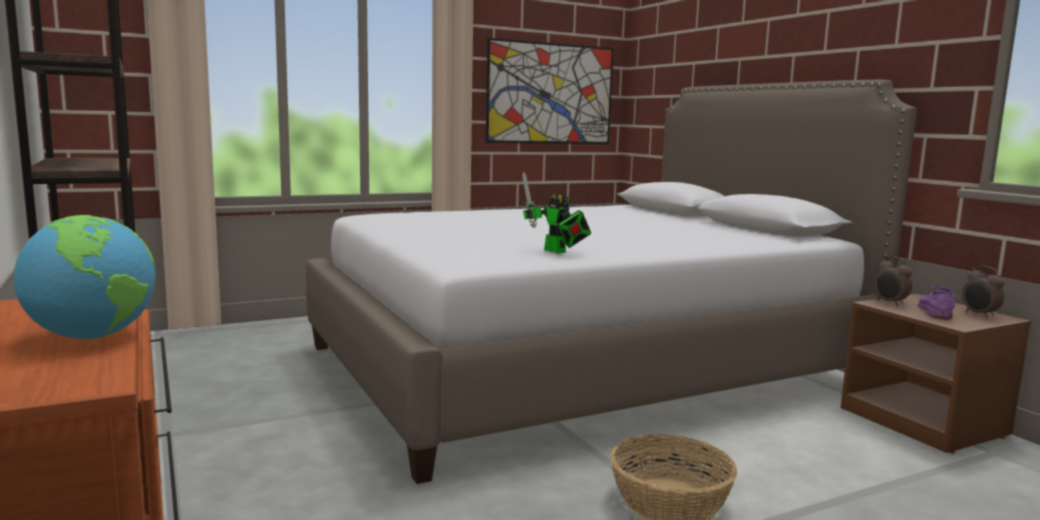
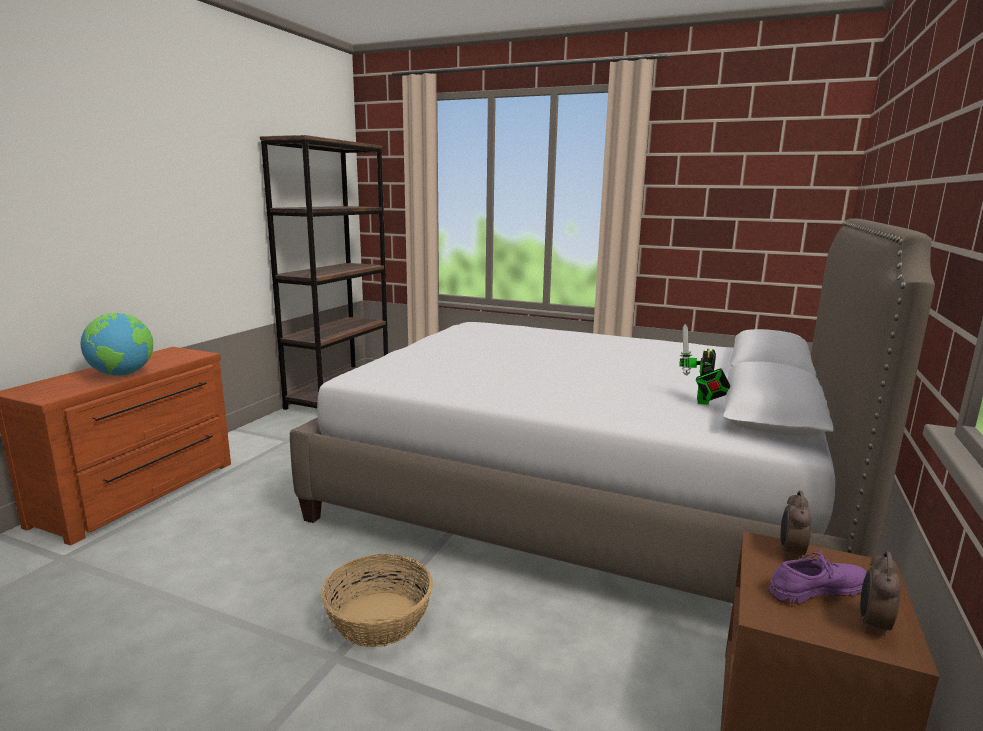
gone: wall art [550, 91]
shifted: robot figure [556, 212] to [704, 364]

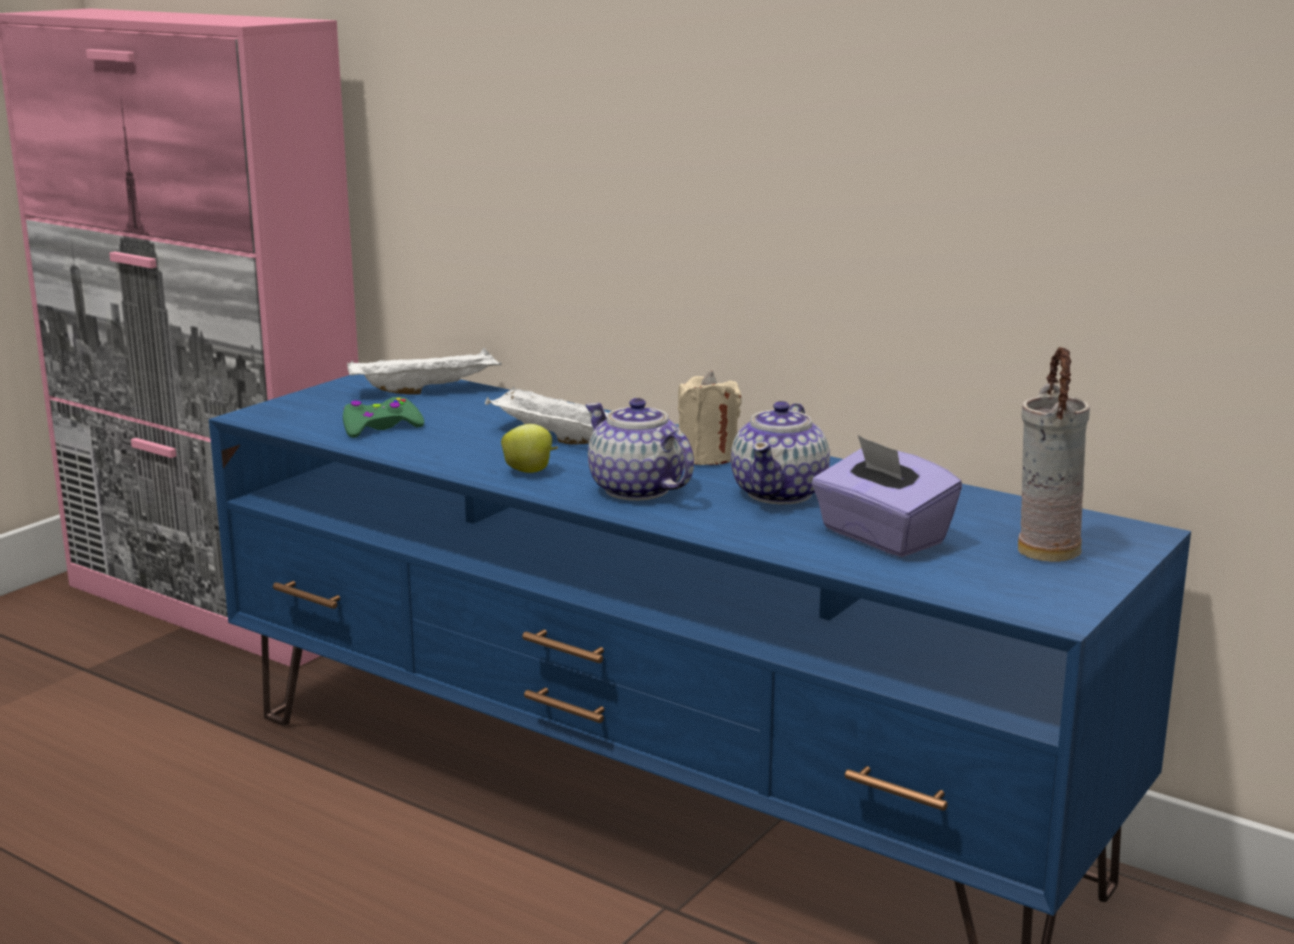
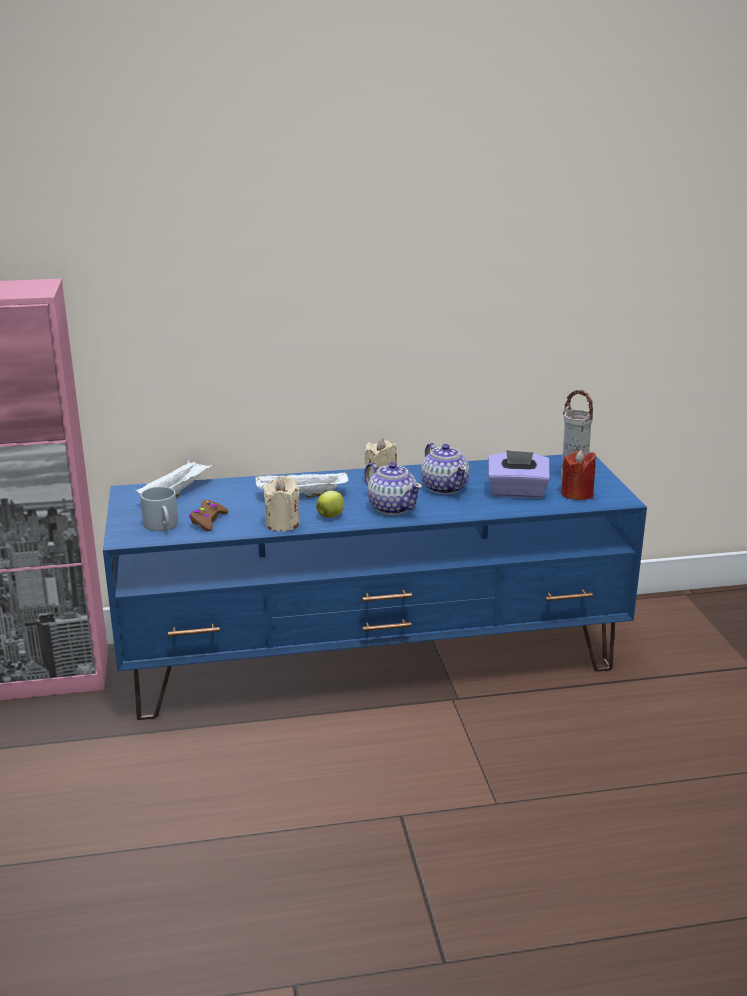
new: wax light in reddish [578, 474]; wax light in sand-coloured [281, 503]; tea mug in gray [159, 509]
repainted: game controller in green-coloured [383, 417] to game controller in brownish [209, 515]
rotated: tea pot [639, 449] = [393, 488] 135 degrees counterclockwise

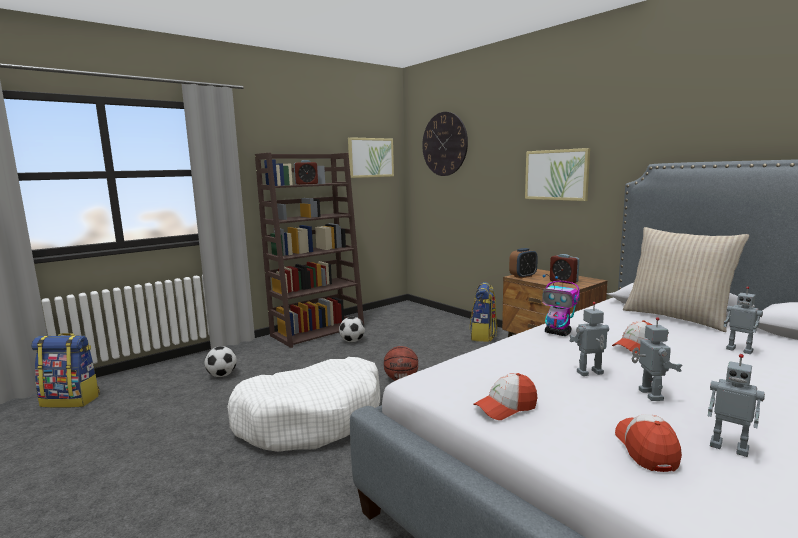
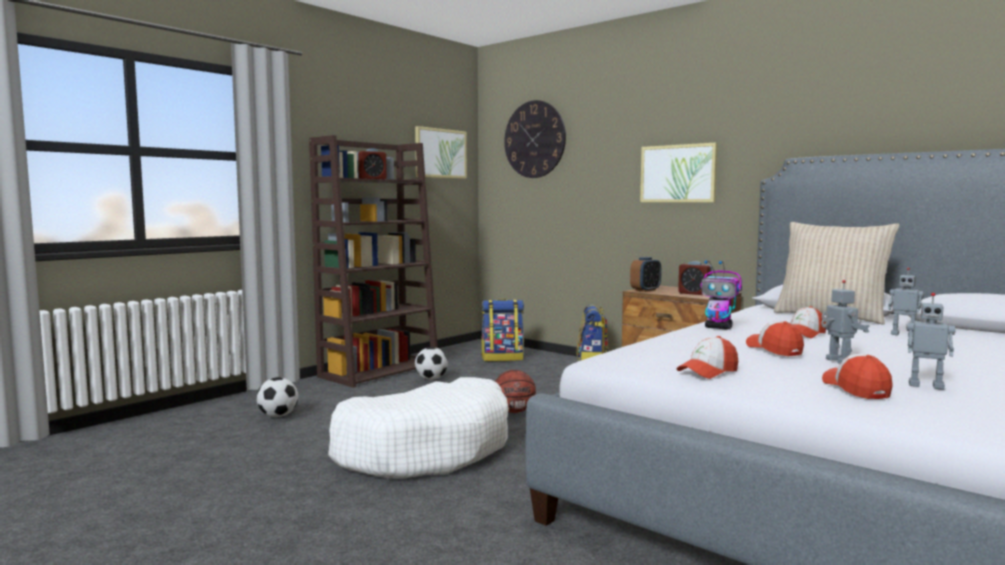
shifted: backpack [65, 370] to [502, 330]
swapped: robot figure [589, 339] to baseball cap [775, 338]

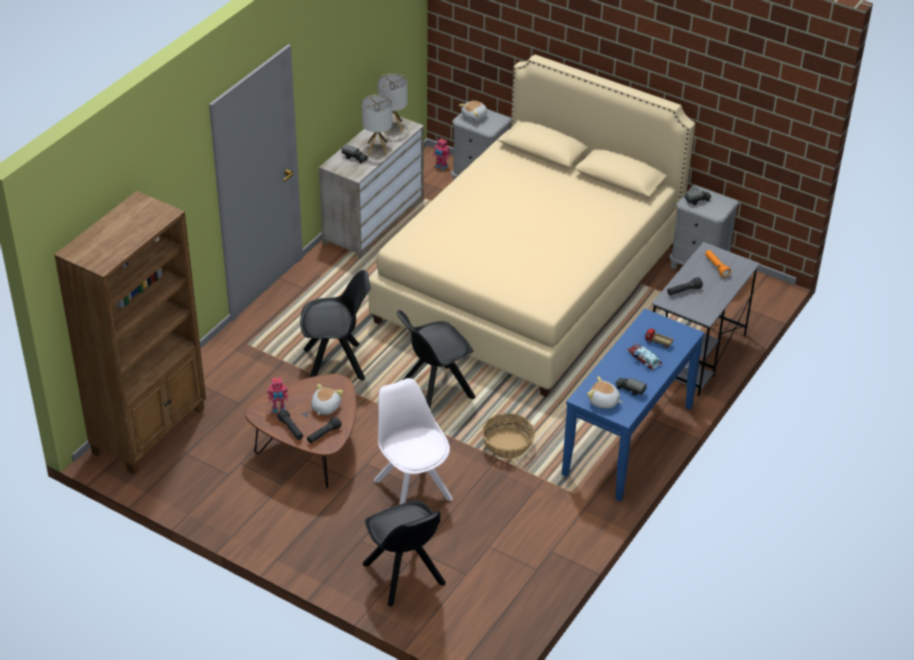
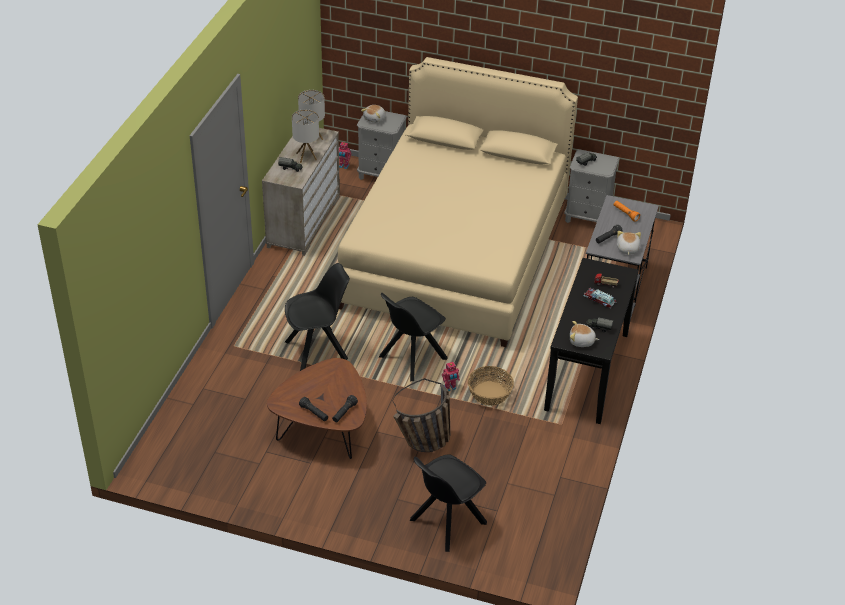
gone: bookcase in brownish [130, 332]
shifted: robot figure [277, 395] to [451, 376]; soft toy [327, 399] to [629, 243]
swapped: chair in white [413, 441] to household basket [421, 415]
repainted: console table in blue-coloured [633, 405] to console table in black [591, 341]
rotated: chair in black [404, 553] = [448, 503] 90 degrees clockwise

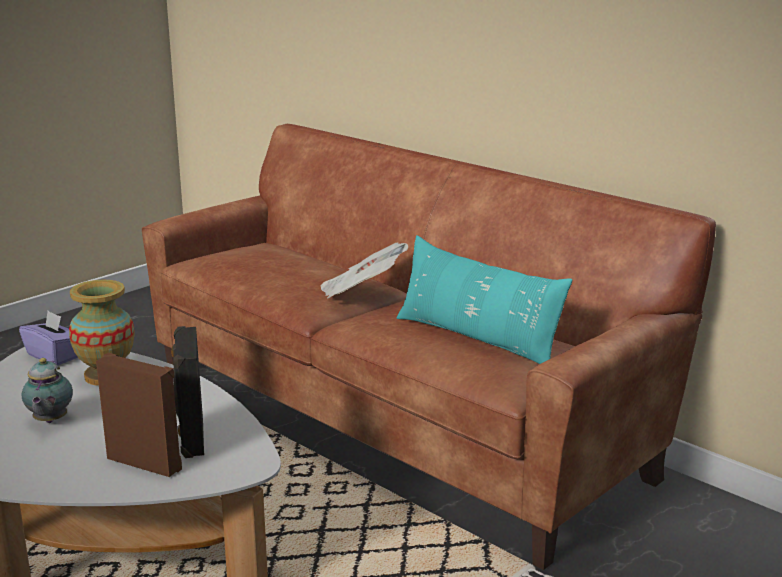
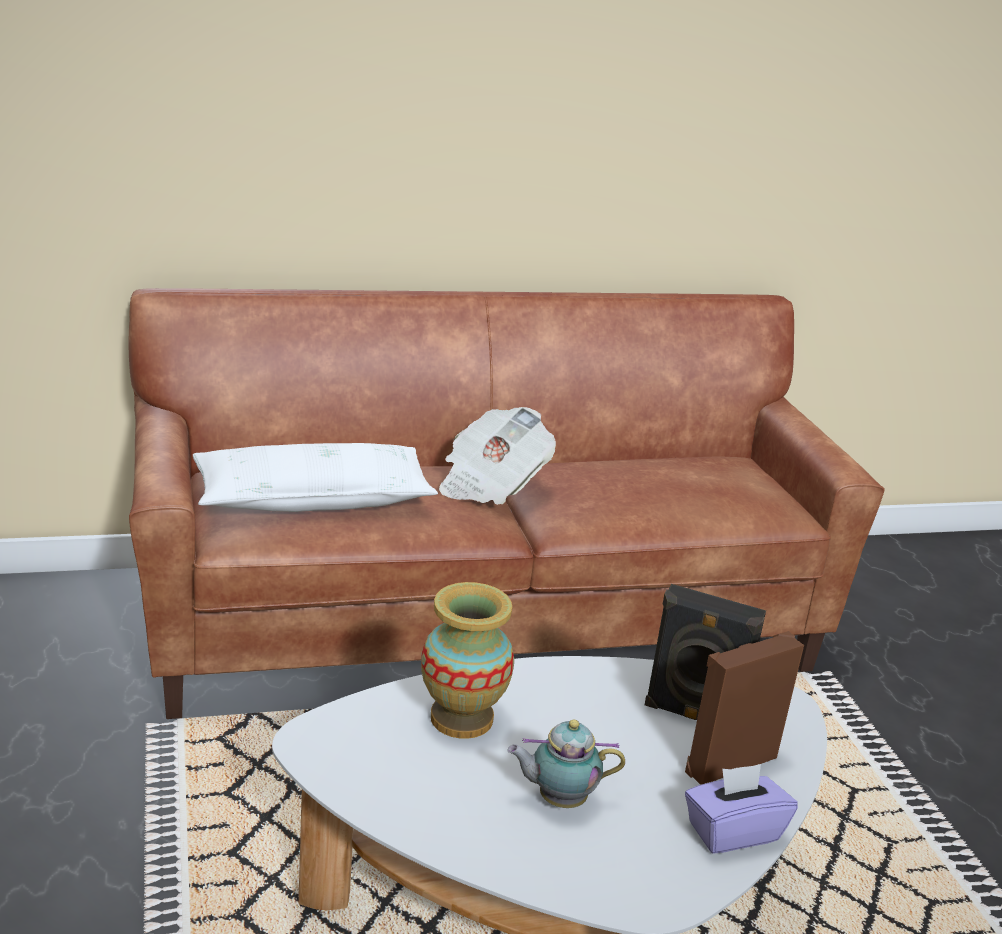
gone: throw pillow in turquoise-coloured [484, 299]
new: throw pillow in white [315, 477]
shifted: tissue holder in purple [48, 338] to [741, 809]
rotated: tea pot [47, 390] = [566, 763] 150 degrees clockwise

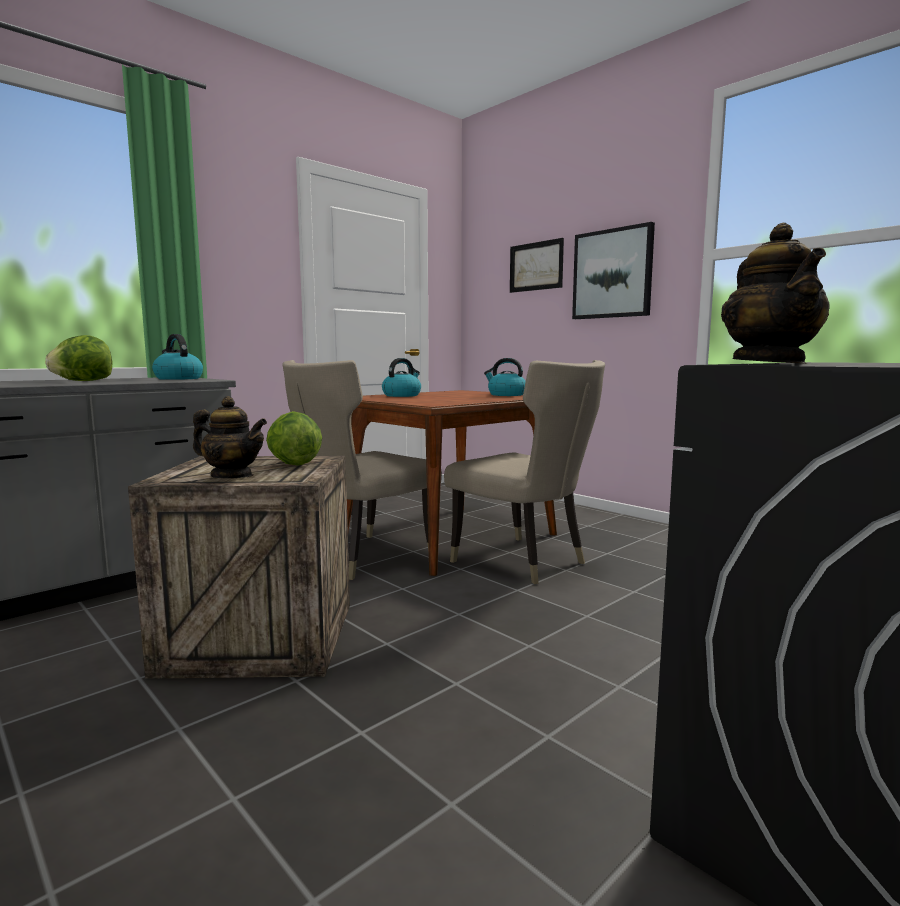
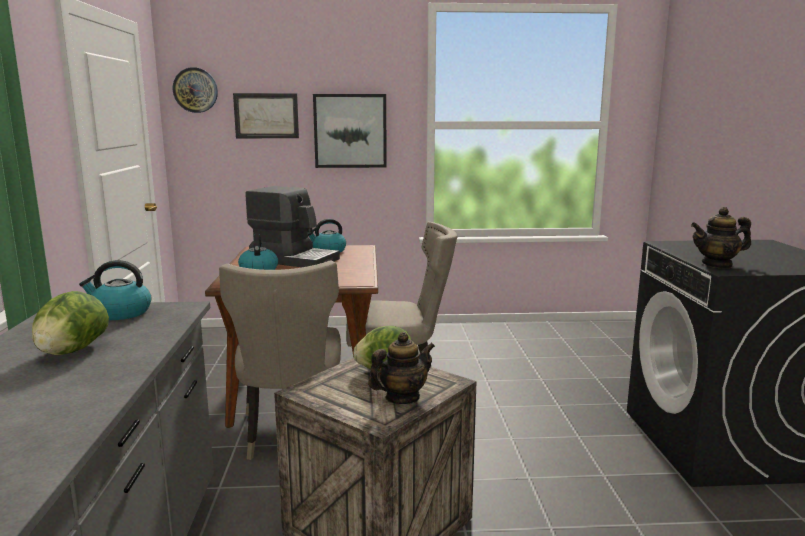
new: wall clock [195, 90]; coffee machine [293, 226]
rotated: tea pot [775, 293] = [721, 238] 135 degrees clockwise

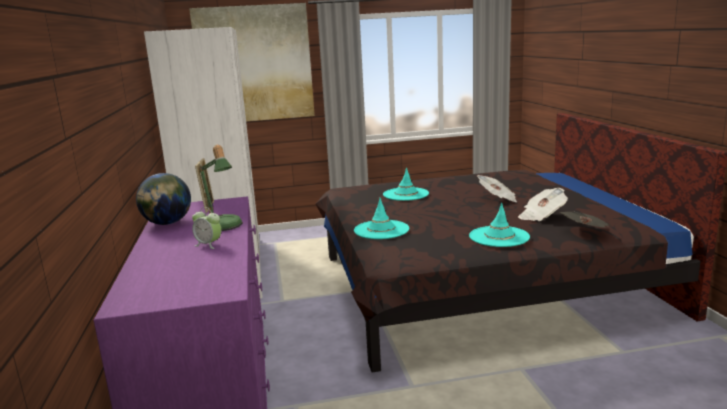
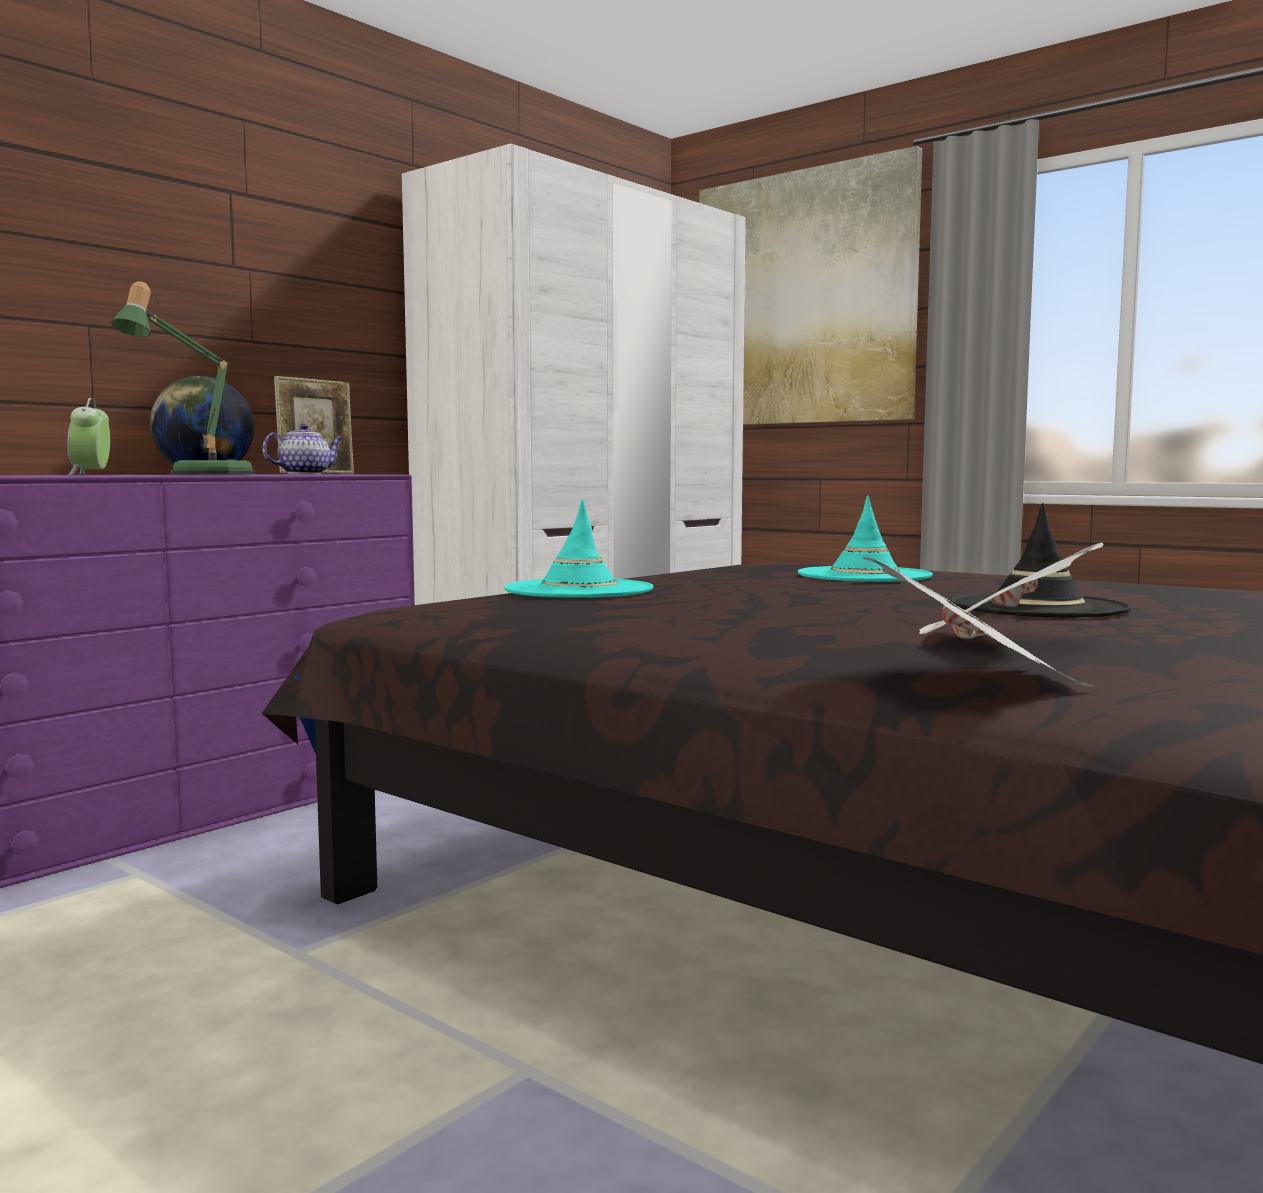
gone: hat in turquoise-coloured [499, 225]
new: tea pot [302, 449]
swapped: newspaper [497, 188] to hat in black [1040, 560]

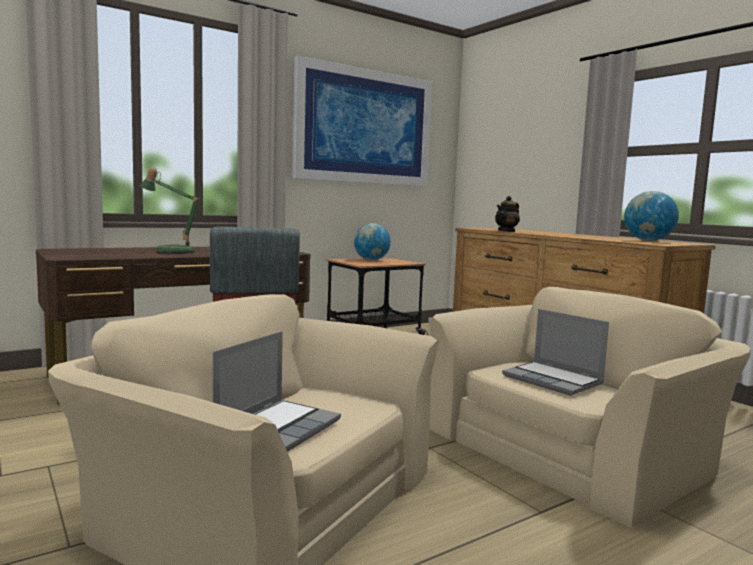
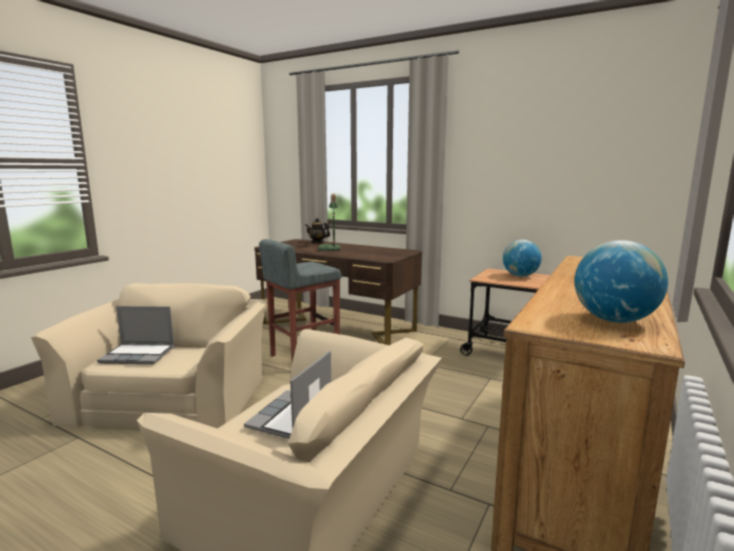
gone: wall art [362, 121]
shifted: tea pot [507, 214] to [318, 231]

